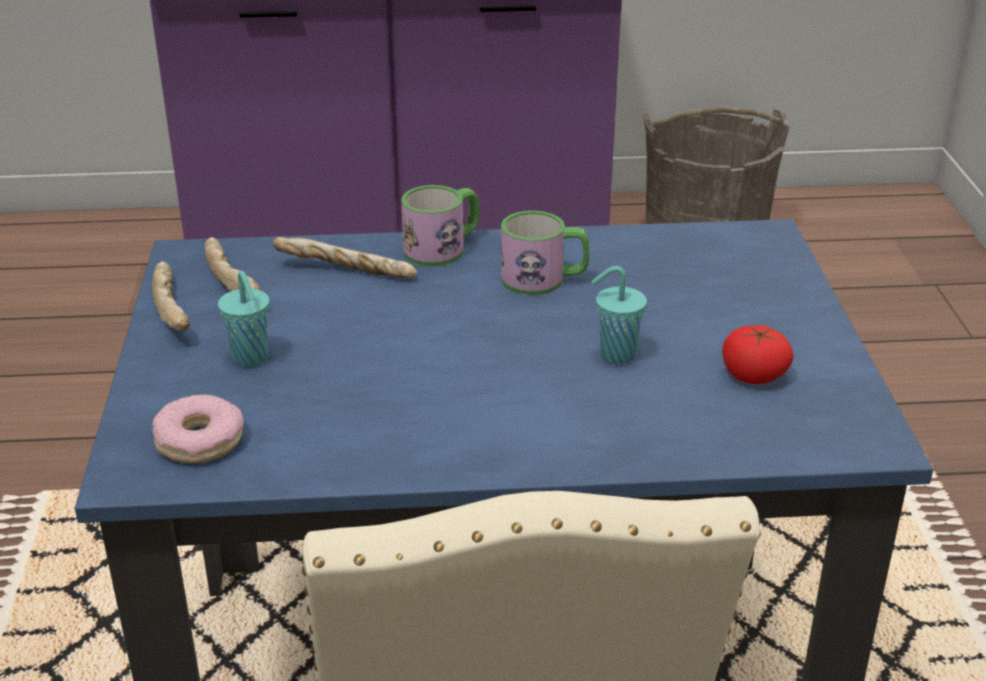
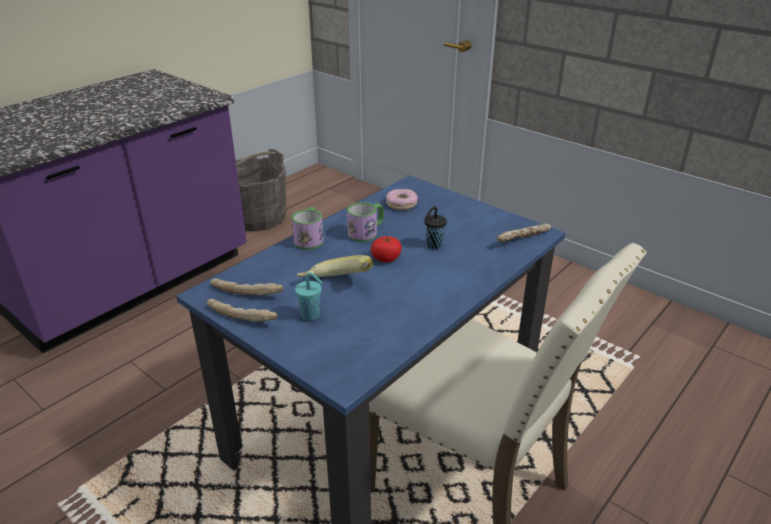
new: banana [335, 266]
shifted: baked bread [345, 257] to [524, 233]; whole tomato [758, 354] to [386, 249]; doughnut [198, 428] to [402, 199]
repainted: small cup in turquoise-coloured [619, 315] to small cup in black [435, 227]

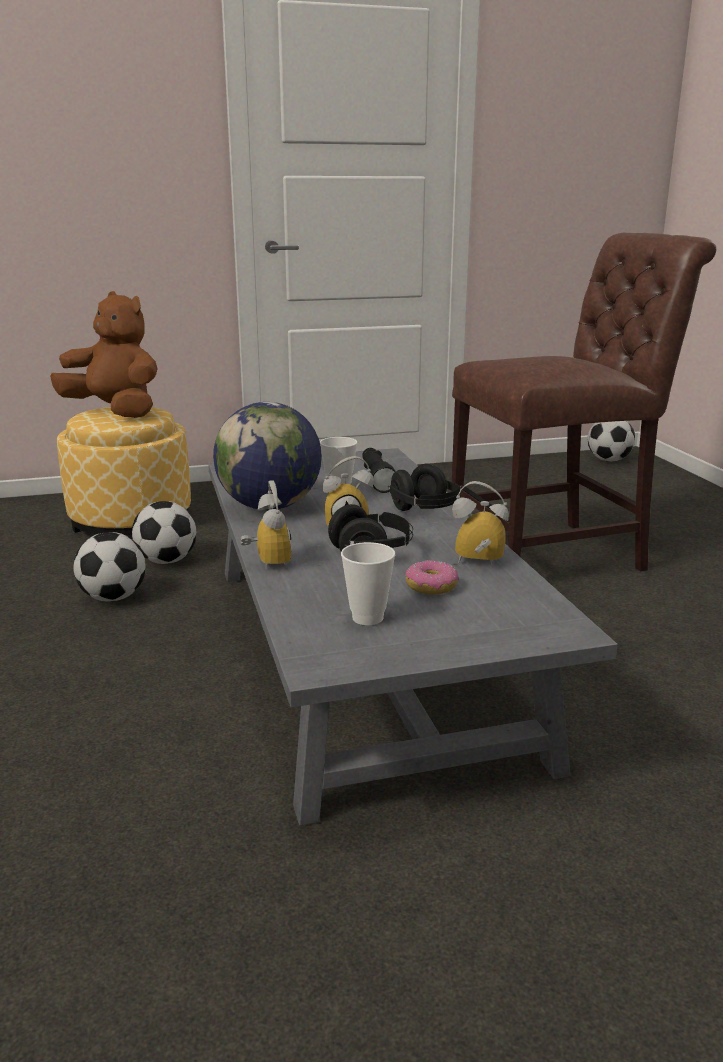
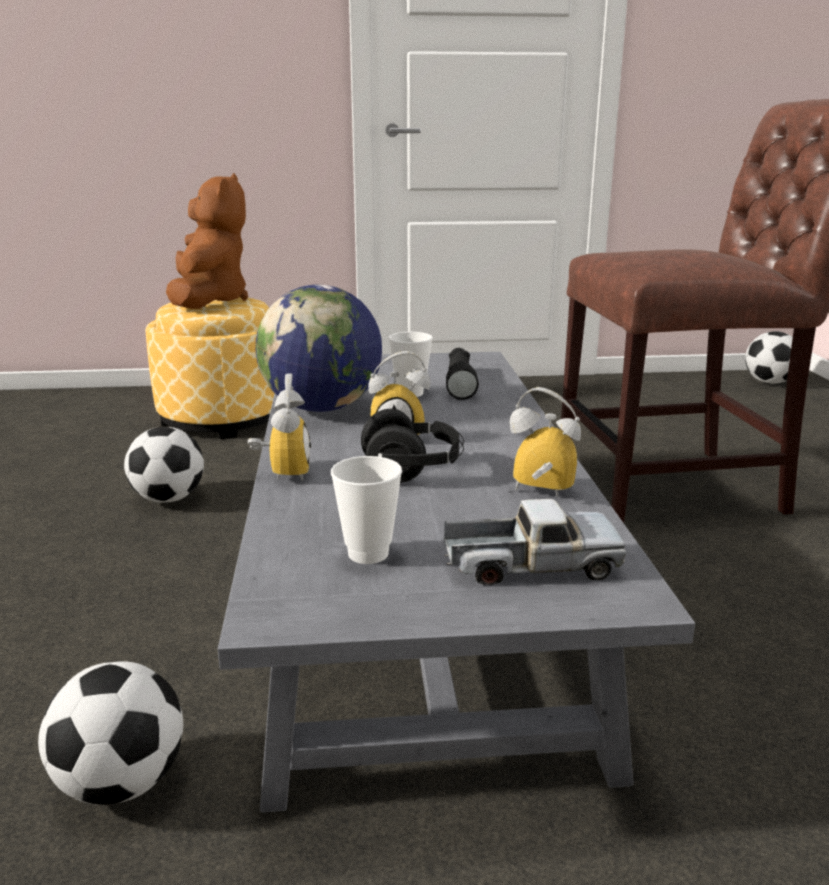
gone: pair of headphones in black [424, 487]; doughnut [432, 577]
new: model truck [535, 542]
shifted: football [164, 532] to [110, 733]
rotated: soft toy in brownish [104, 354] = [207, 241] 45 degrees clockwise

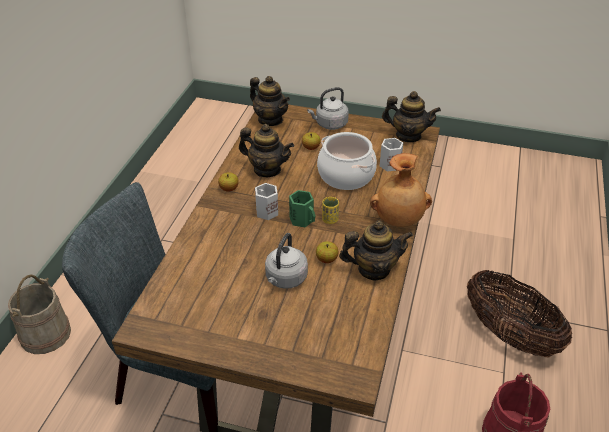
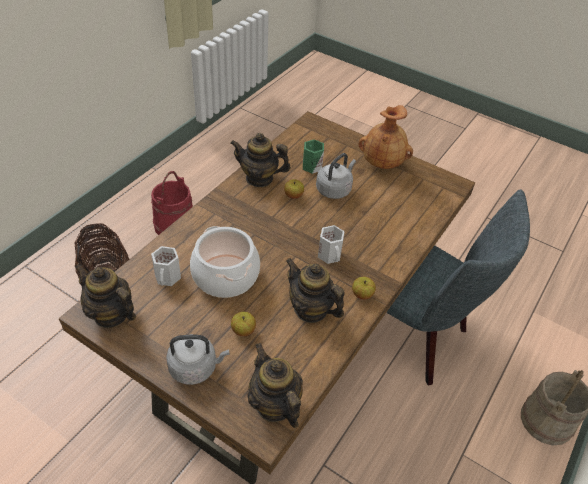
gone: small cup in yellowish [330, 210]
shifted: flower vase in brownish [401, 190] to [385, 137]; tea mug in green-coloured [302, 208] to [313, 156]

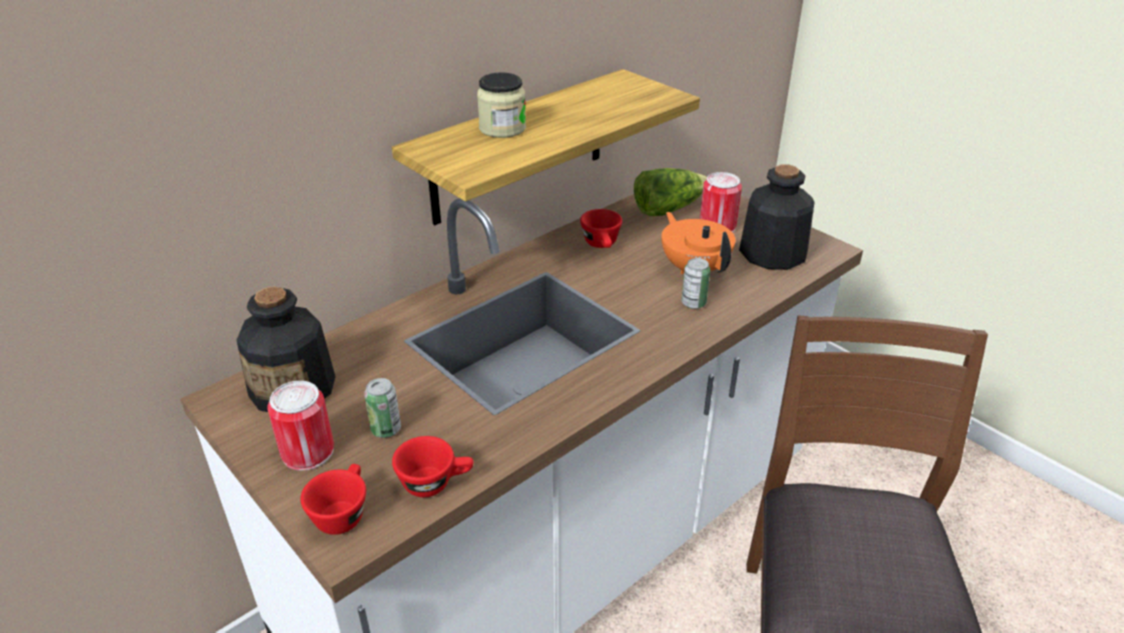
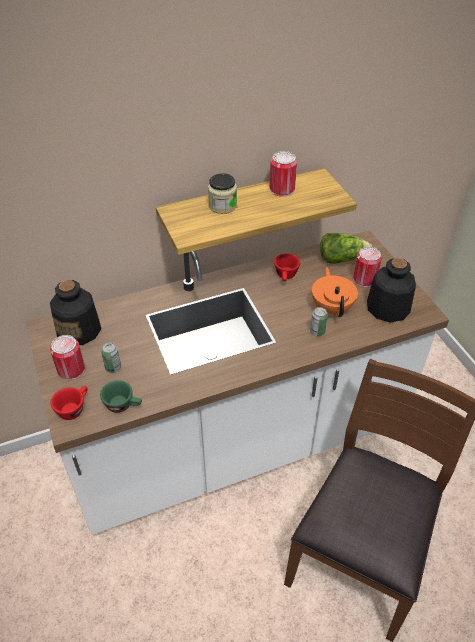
new: metal can [283, 174]
repainted: small cup in reddish [433, 466] to small cup in green-coloured [121, 396]

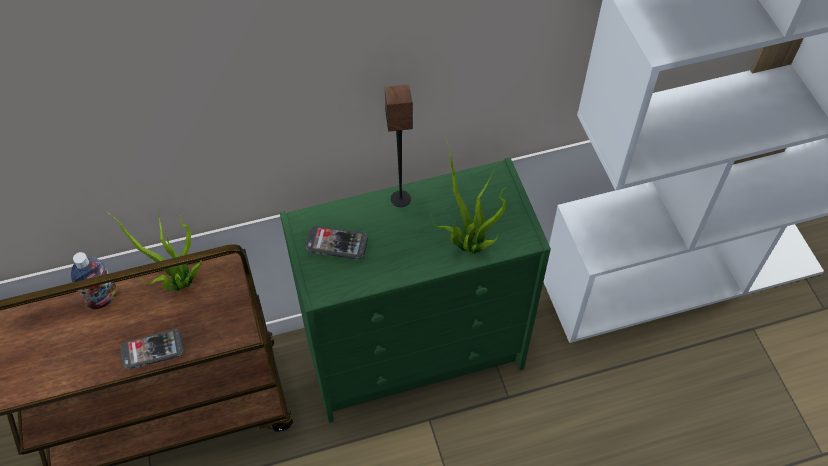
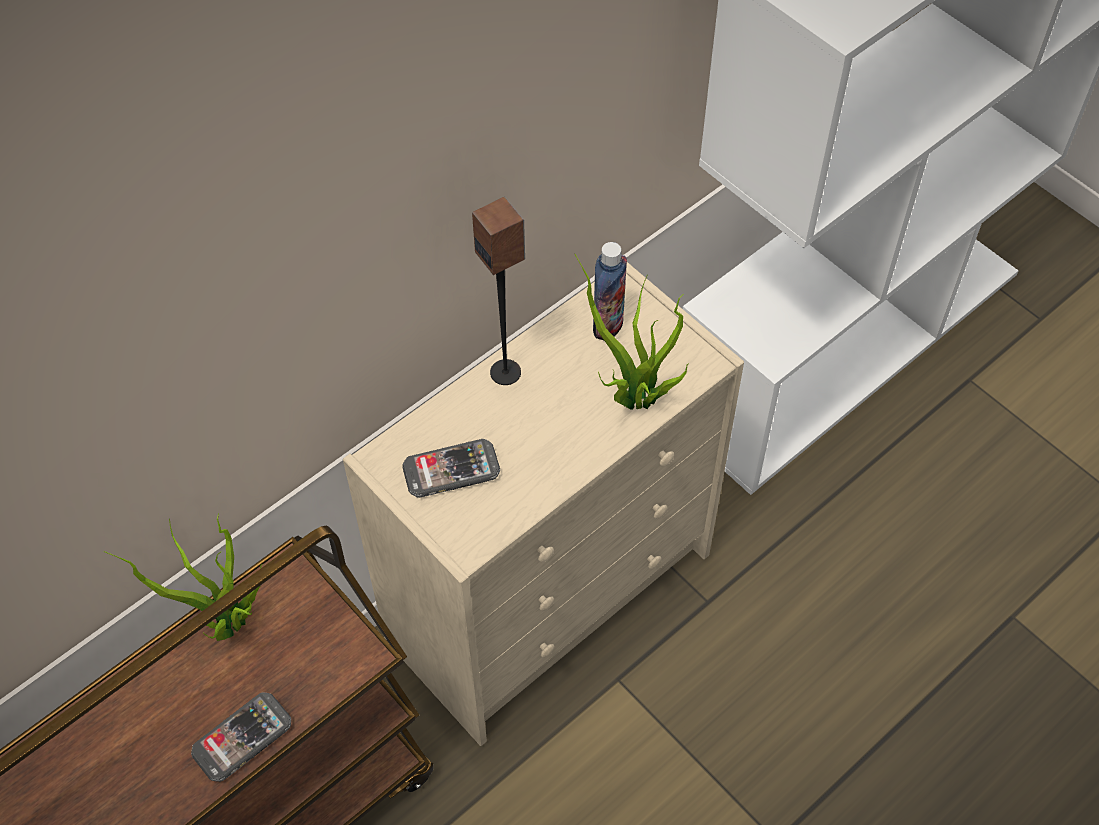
shifted: bottle [94, 281] to [610, 291]
repainted: chest of drawers in green-coloured [415, 290] to chest of drawers in sand-coloured [543, 504]

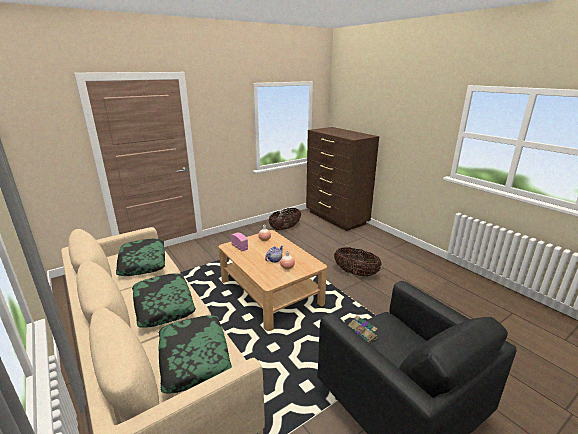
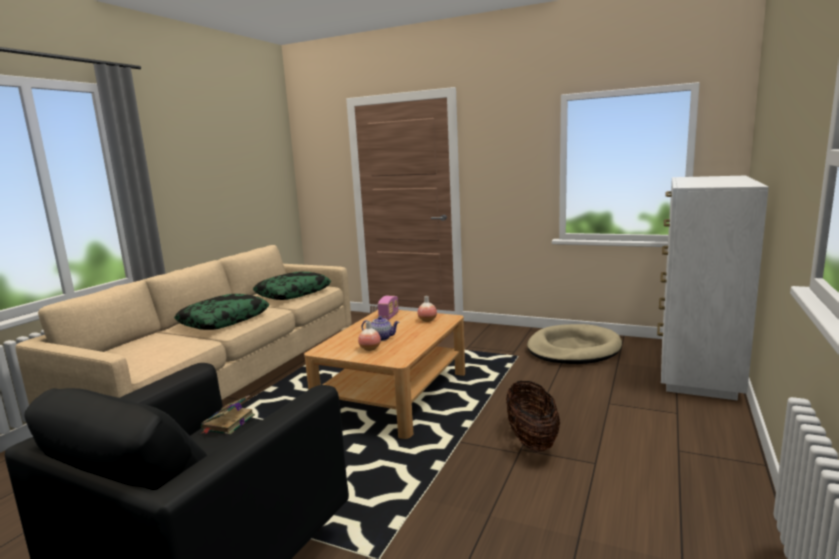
gone: throw pillow [195, 354]
swapped: household basket [285, 219] to dog cushion in sand-coloured [574, 344]
repainted: chest of drawers in brownish [342, 179] to chest of drawers in white [713, 288]

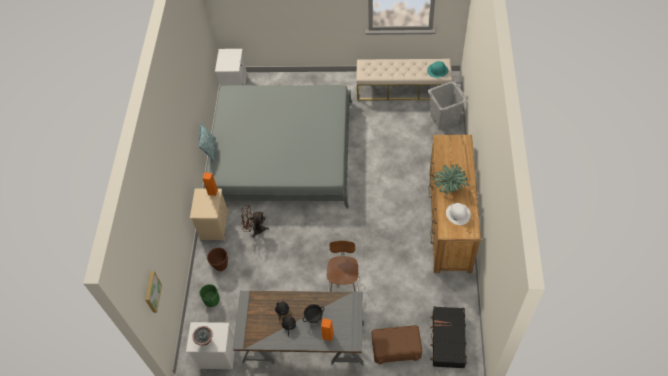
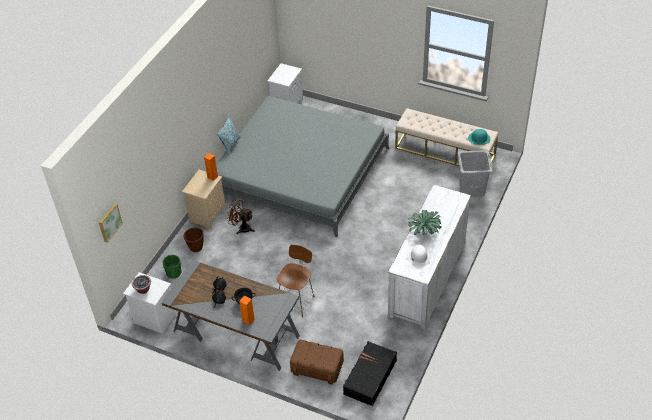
repainted: chest of drawers in brownish [454, 204] to chest of drawers in white [429, 257]

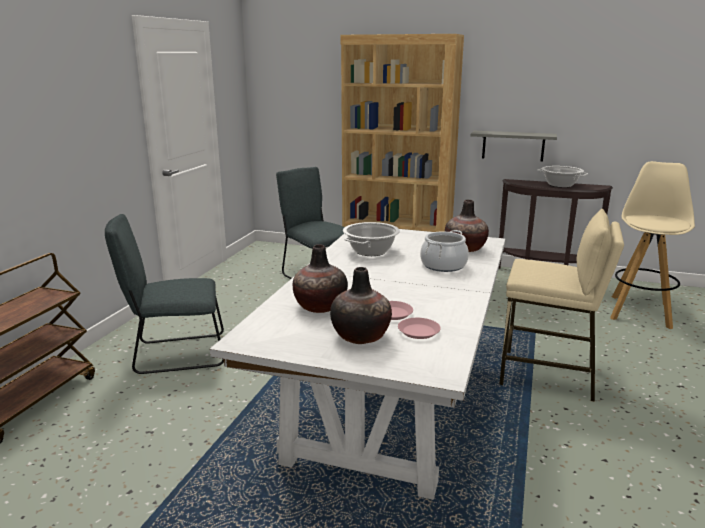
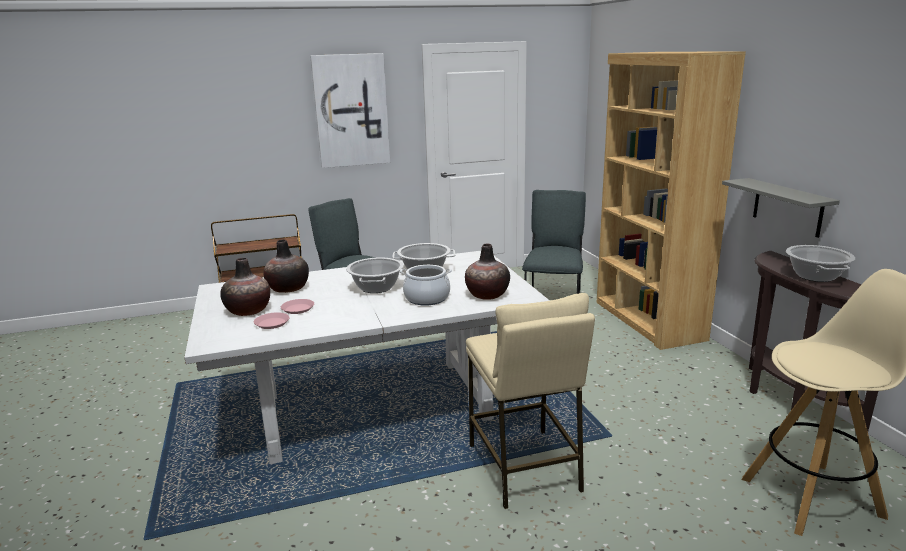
new: wall art [350, 110]; stockpot [375, 275]

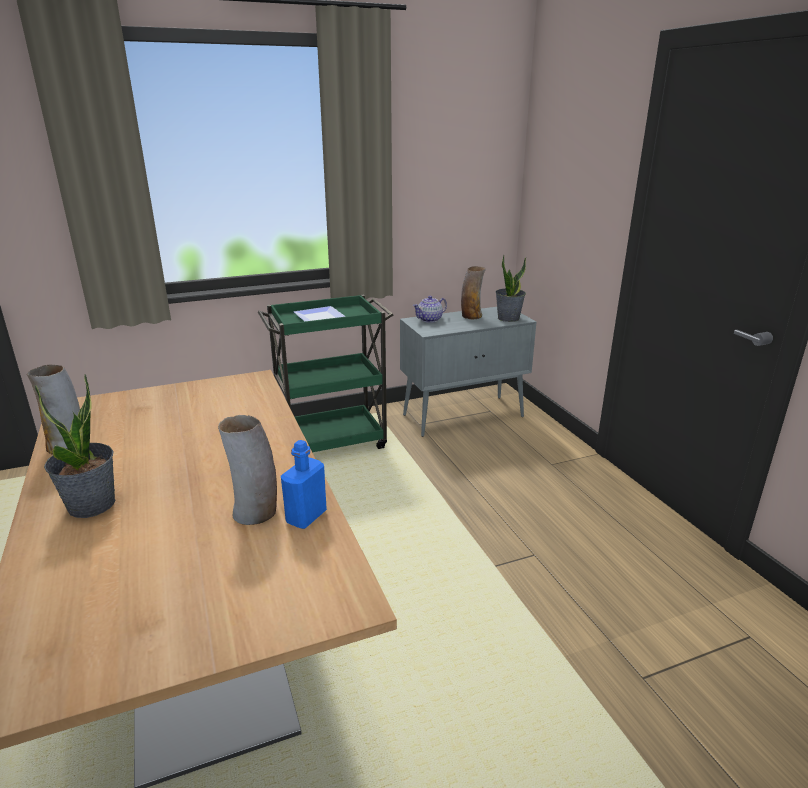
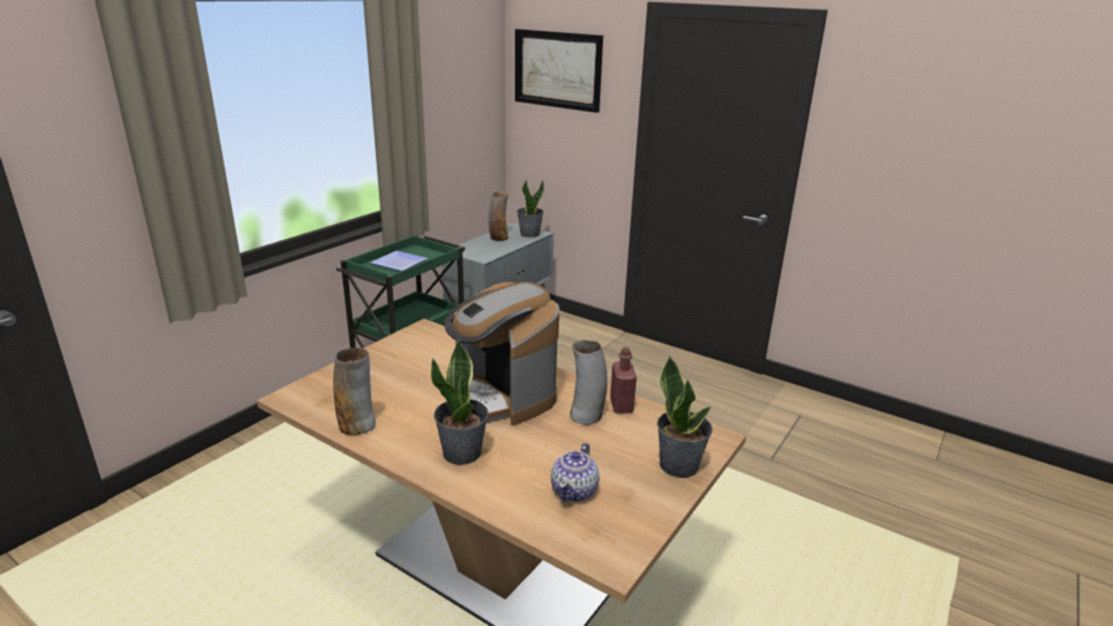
new: wall art [559, 71]; coffee machine [502, 353]; houseplant [684, 417]
shifted: tea pot [430, 309] to [575, 472]
repainted: bottle in blue-coloured [304, 484] to bottle in reddish [623, 380]

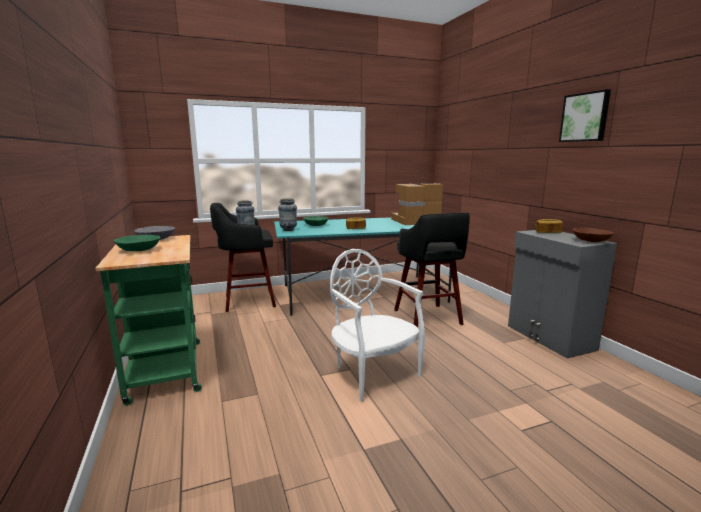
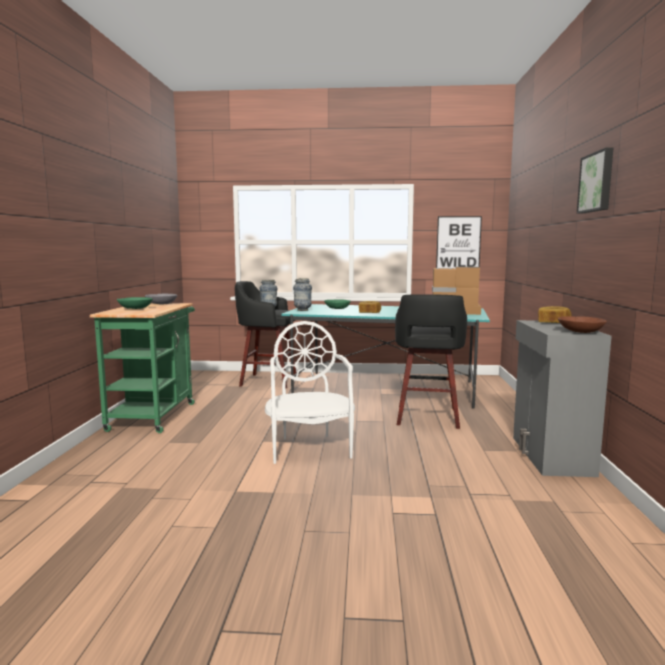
new: wall art [459, 242]

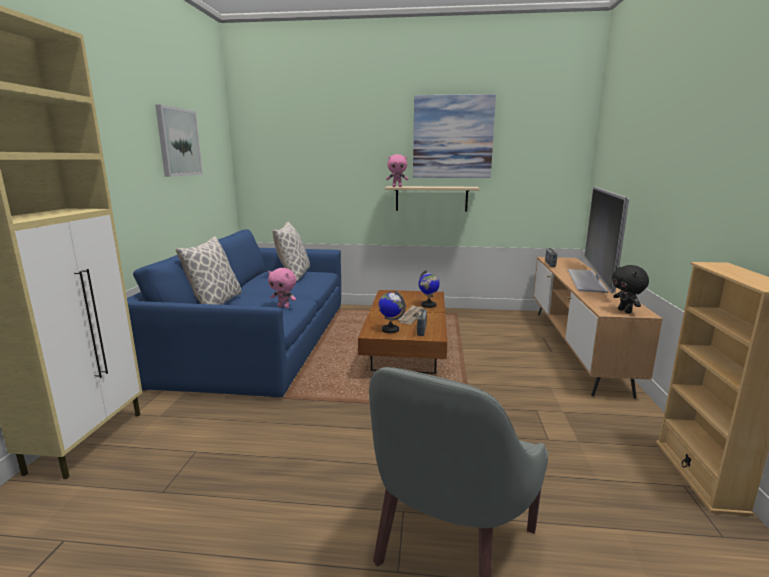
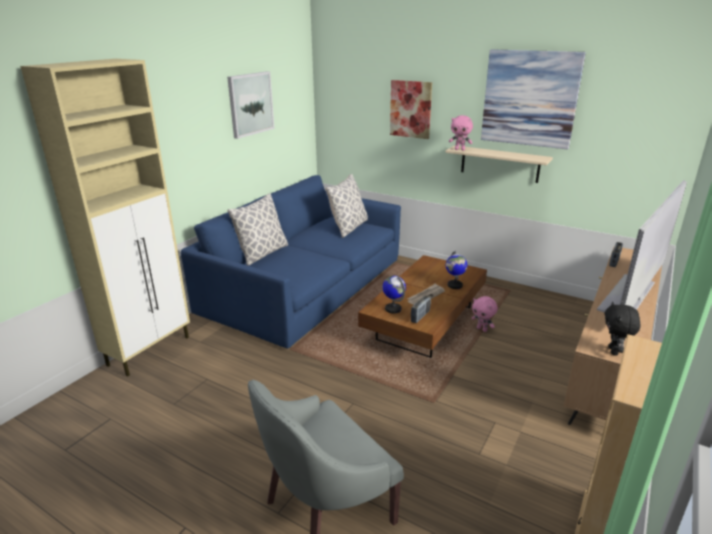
new: wall art [411, 109]
shifted: soft toy in pink-coloured [282, 288] to [485, 314]

